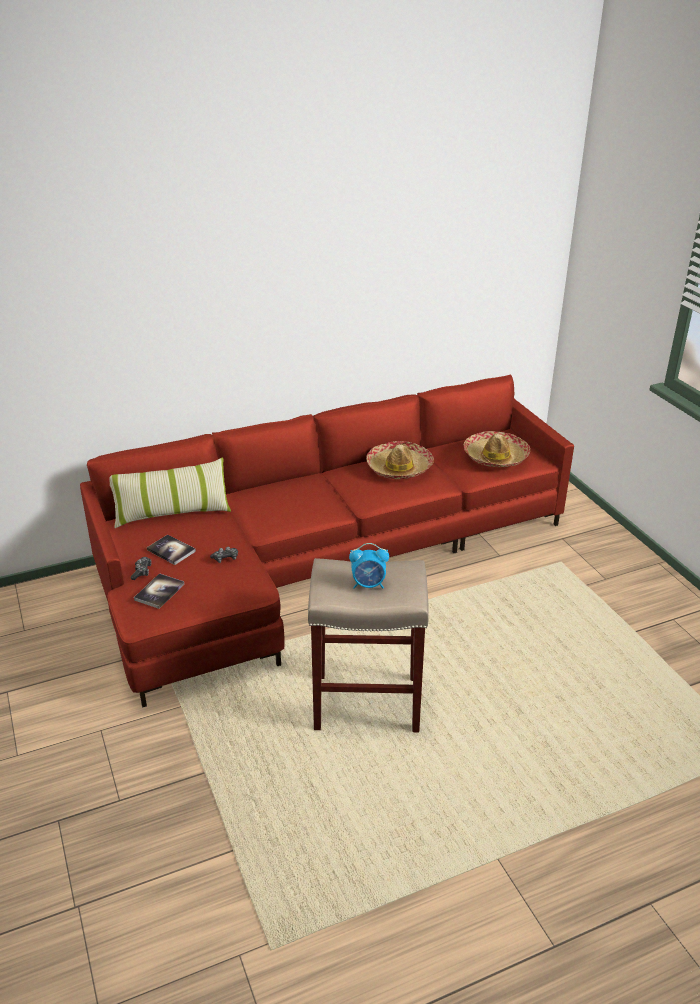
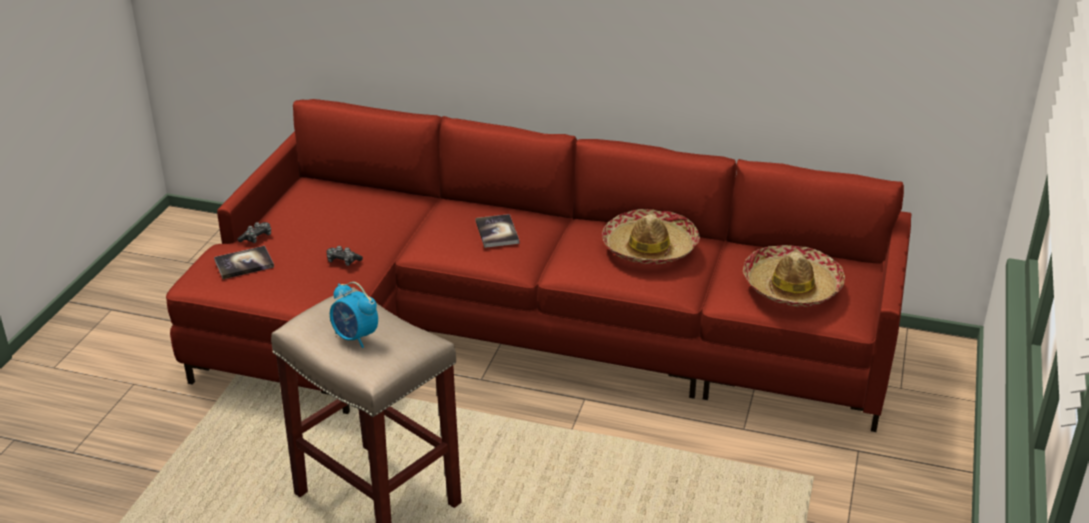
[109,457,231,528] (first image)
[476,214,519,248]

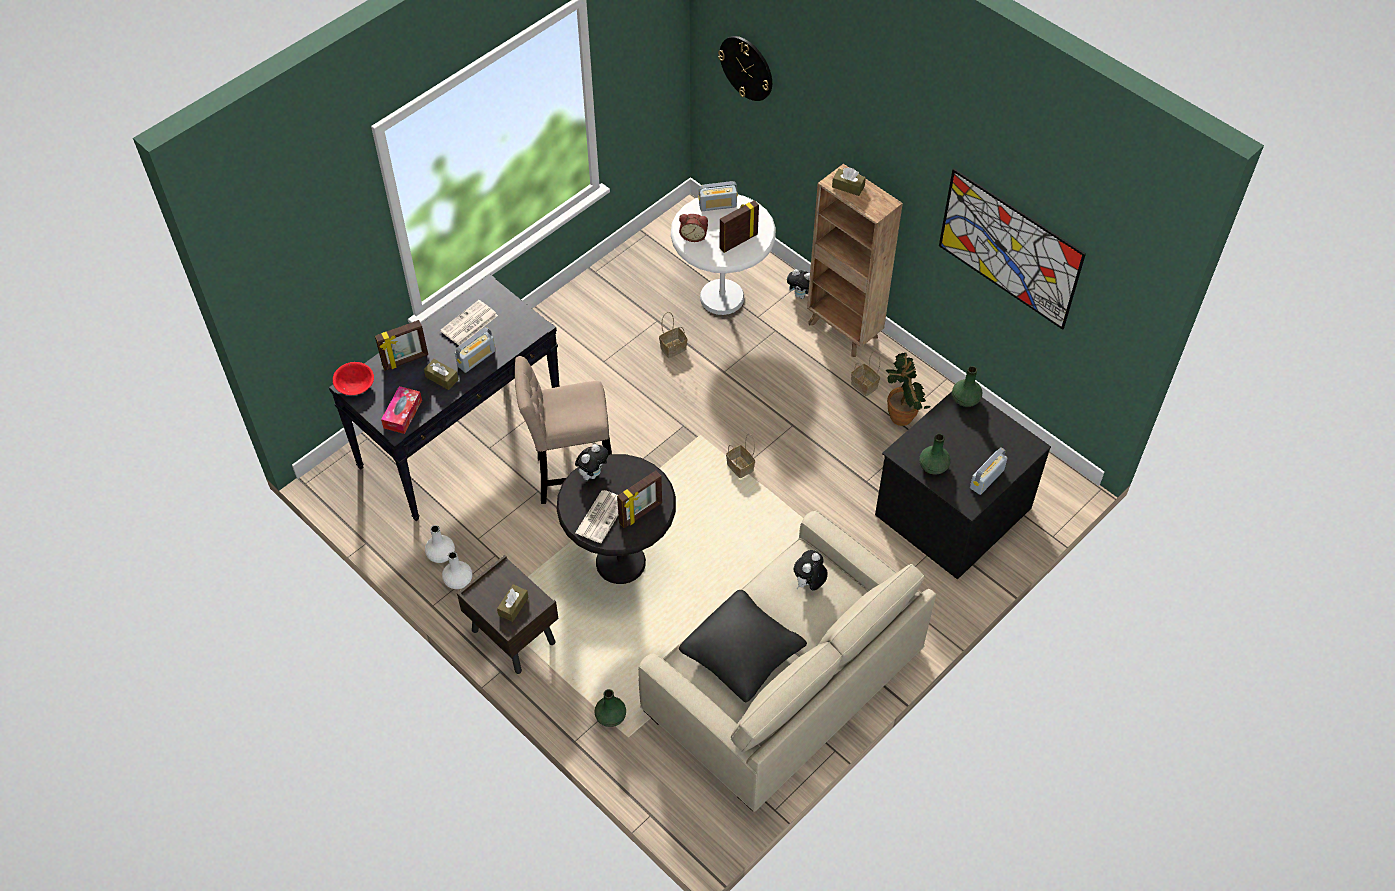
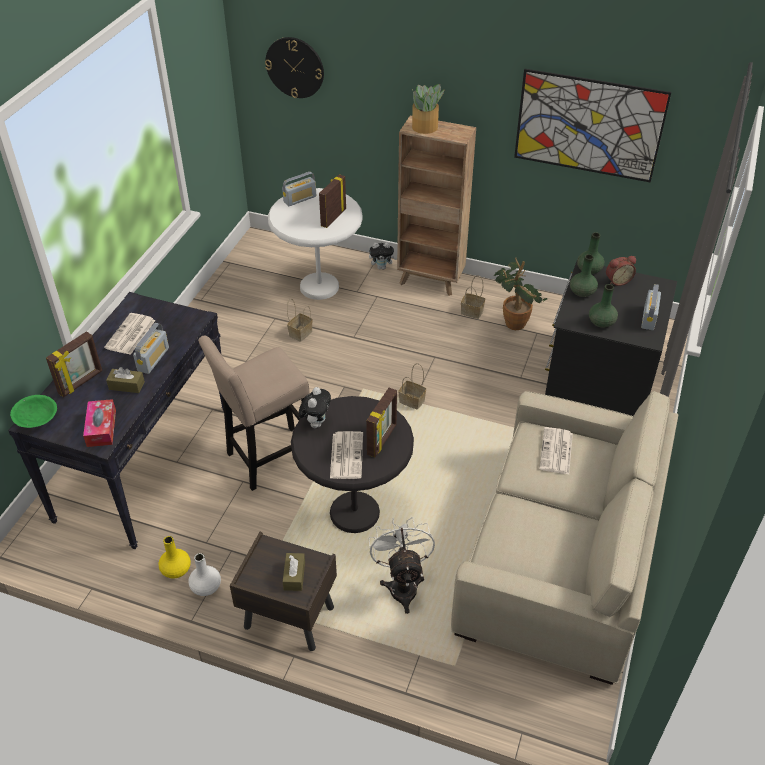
[10,395,57,428]
[158,536,191,579]
[570,254,598,297]
[606,256,636,286]
[679,590,807,703] (first image)
[539,427,573,474]
[412,84,445,134]
[369,517,435,614]

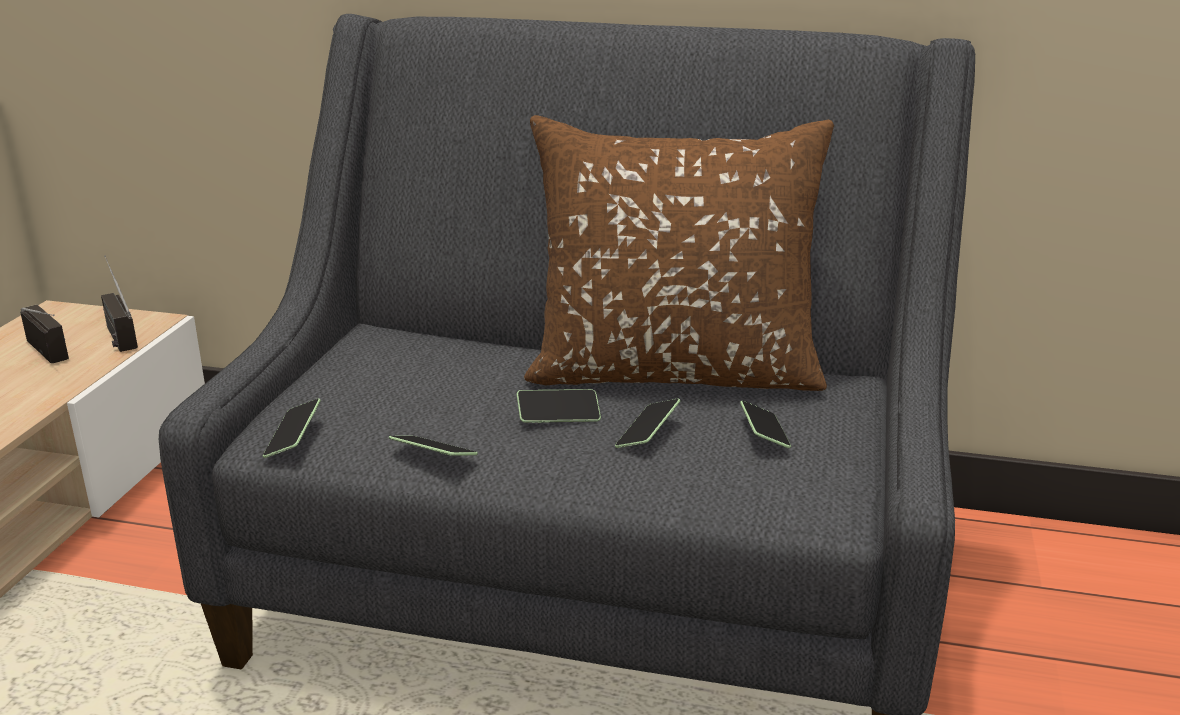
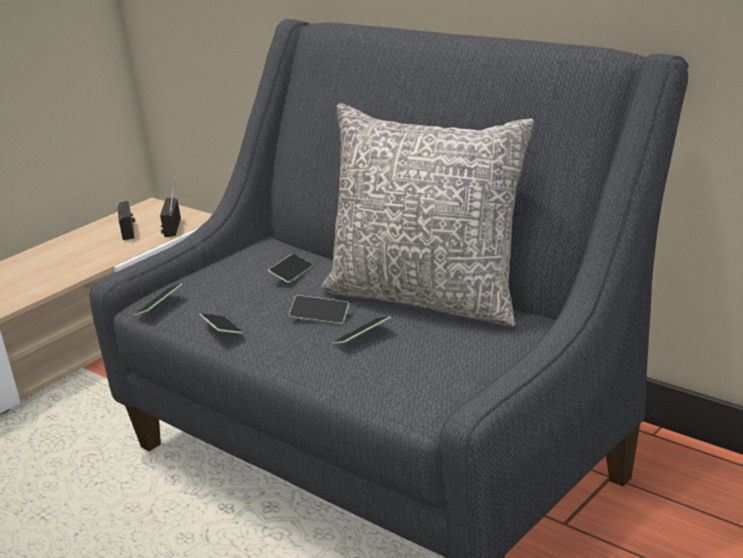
[321,103,535,327]
[268,254,313,283]

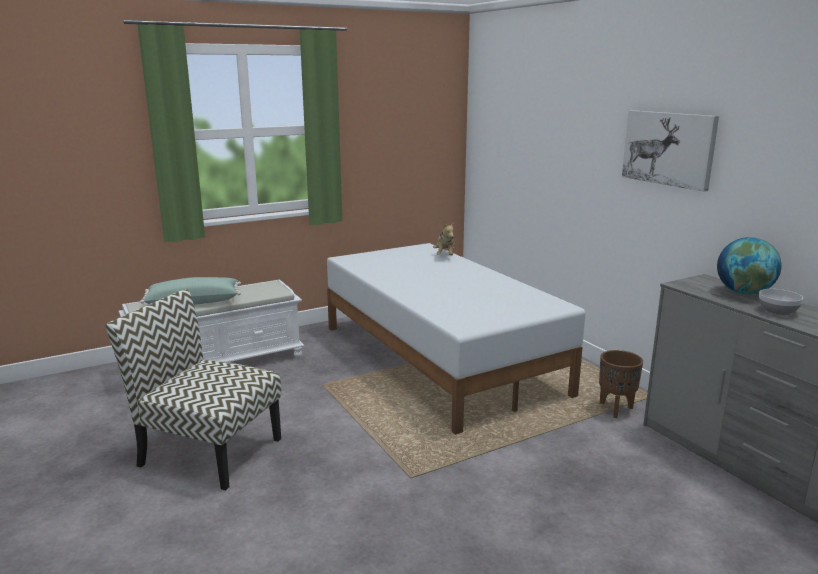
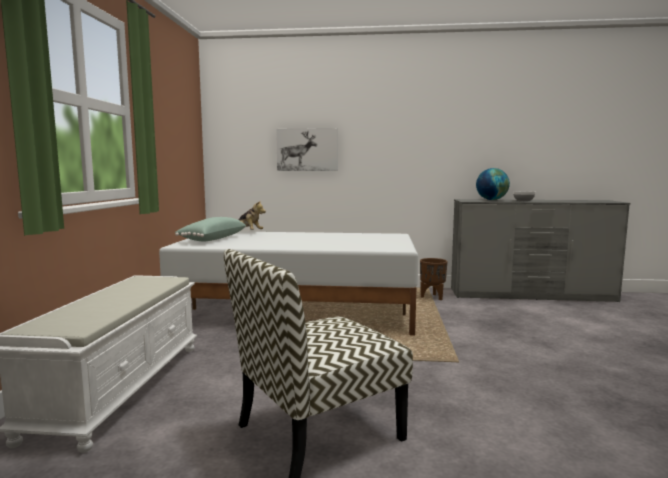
[175,217,246,241]
[276,128,338,171]

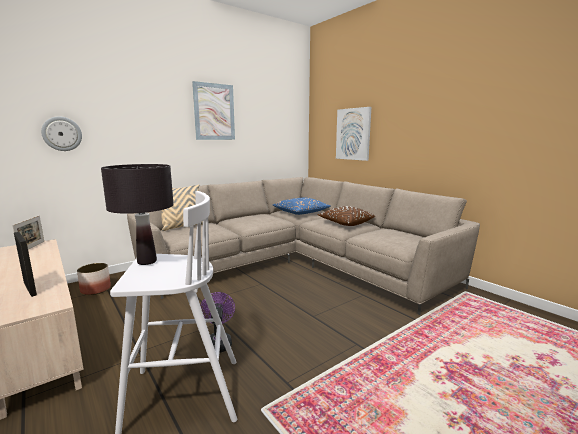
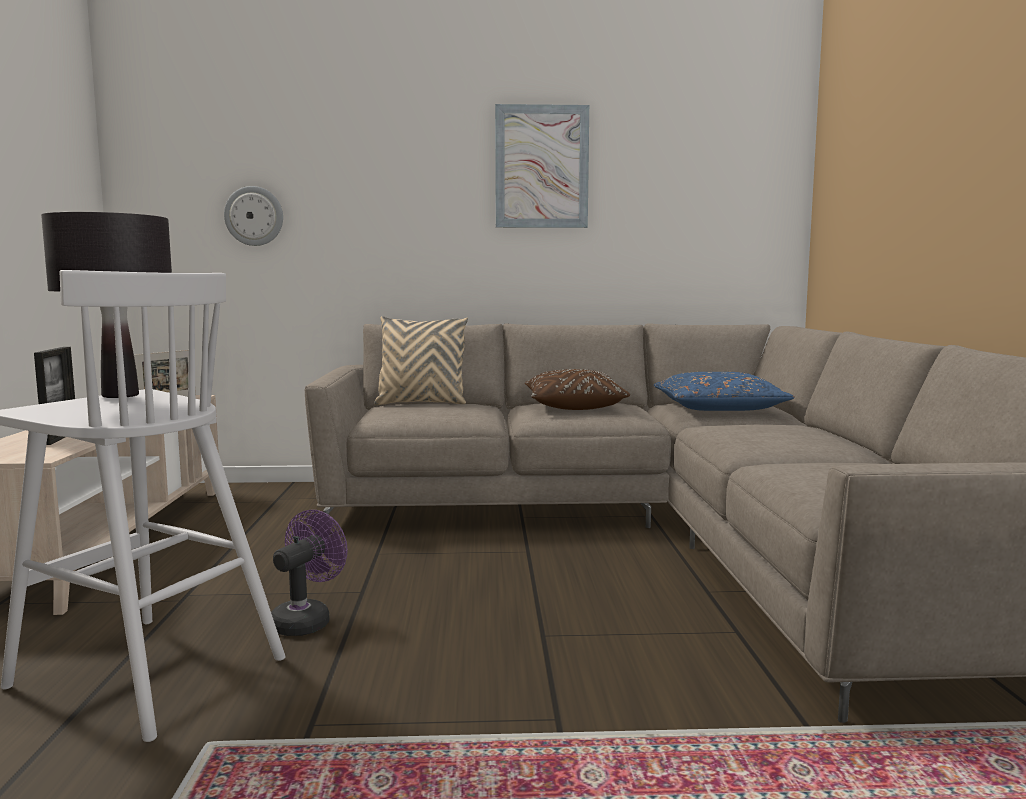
[77,263,111,295] (first image)
[525,369,630,410]
[336,107,371,161] (first image)

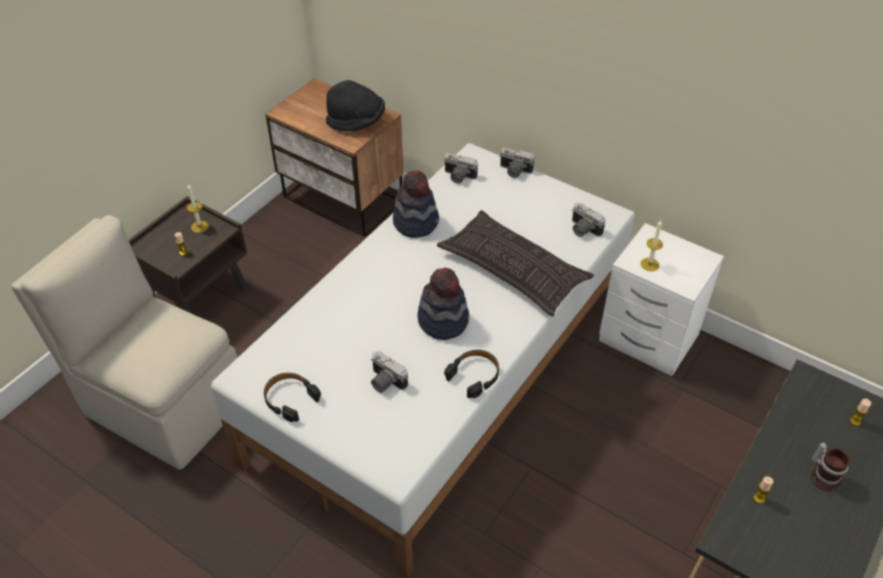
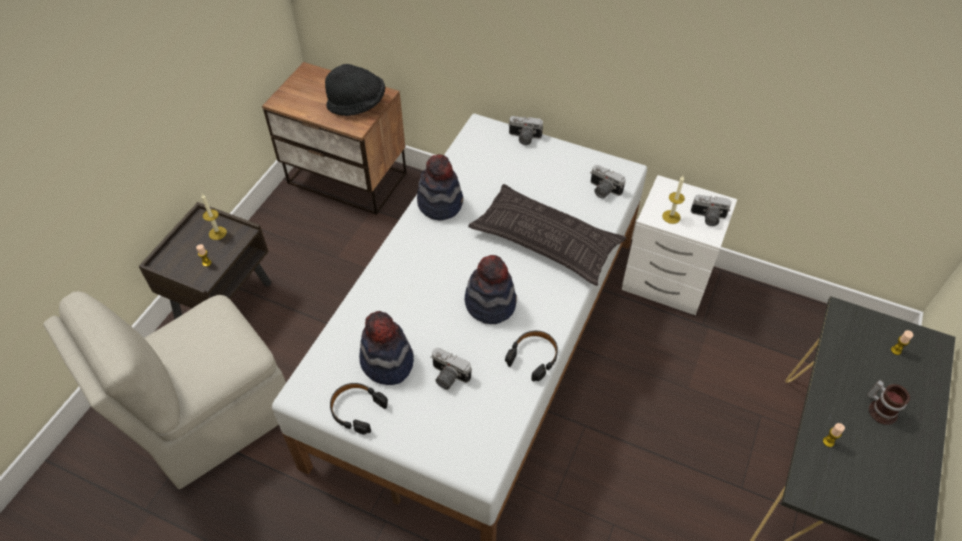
[43,291,286,489]
[691,195,731,226]
[359,311,414,385]

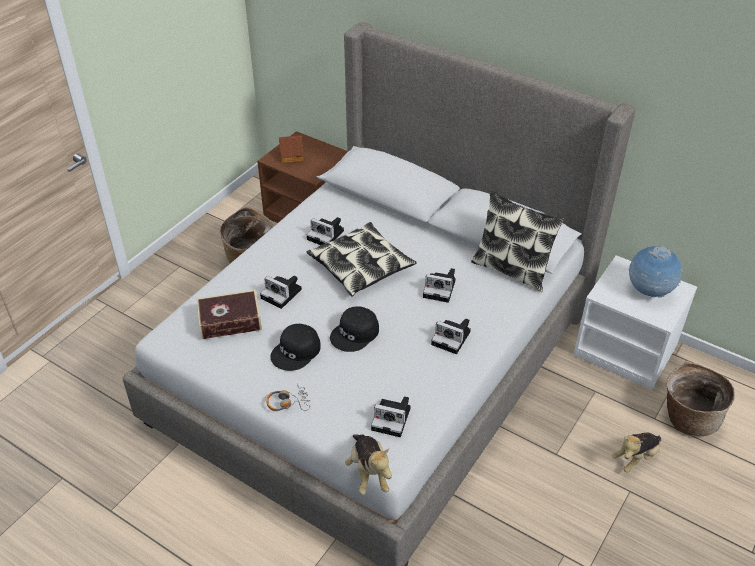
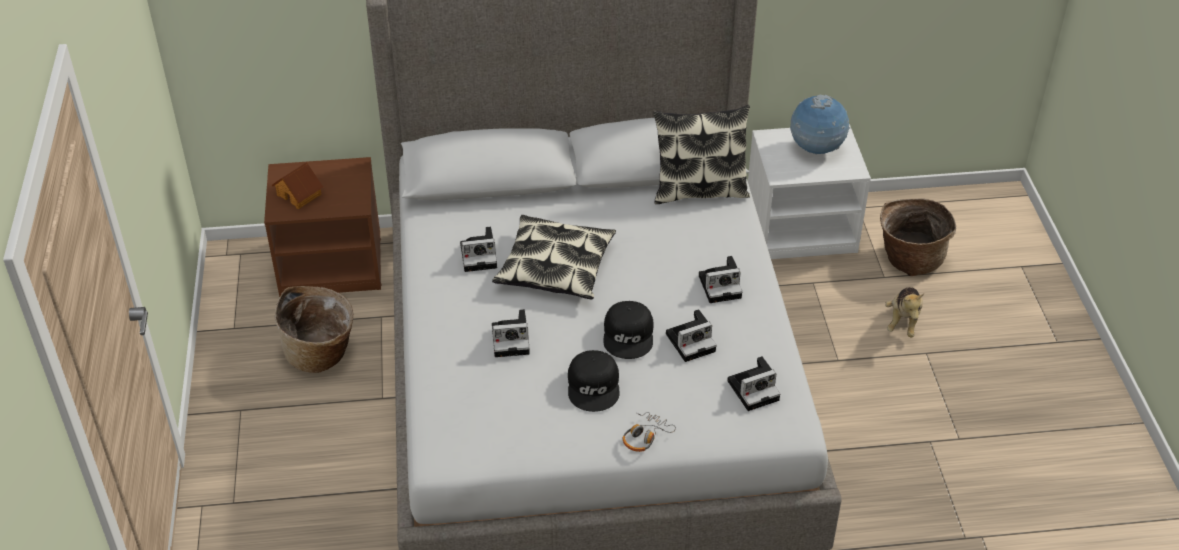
[197,290,262,339] (first image)
[345,434,392,495] (first image)
[666,309,716,362]

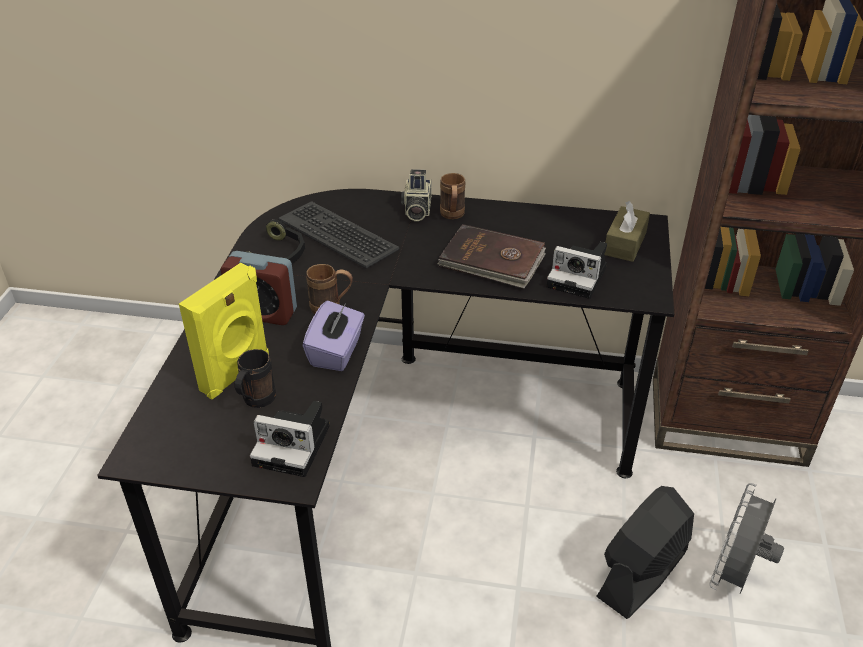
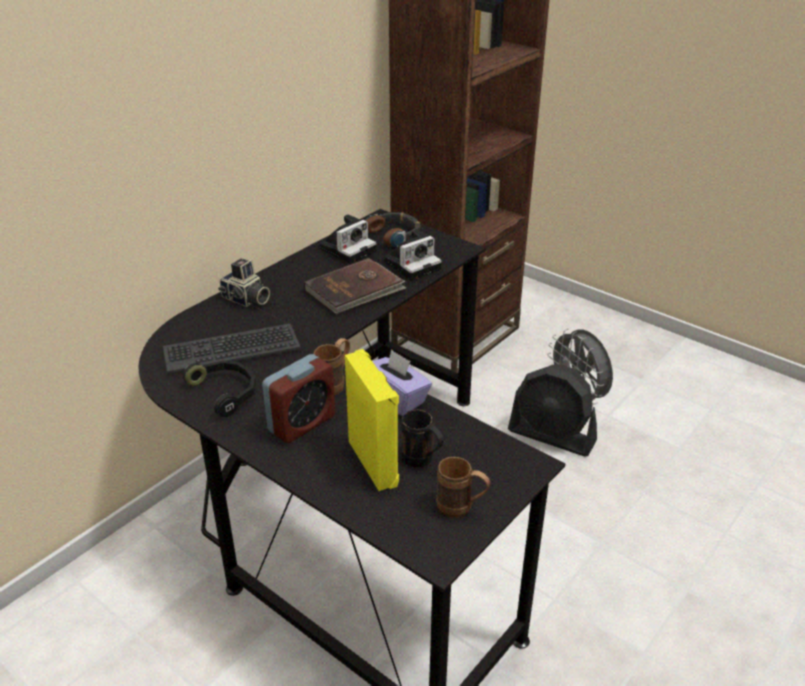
[319,215,376,264]
[436,457,490,518]
[508,364,597,457]
[366,212,420,247]

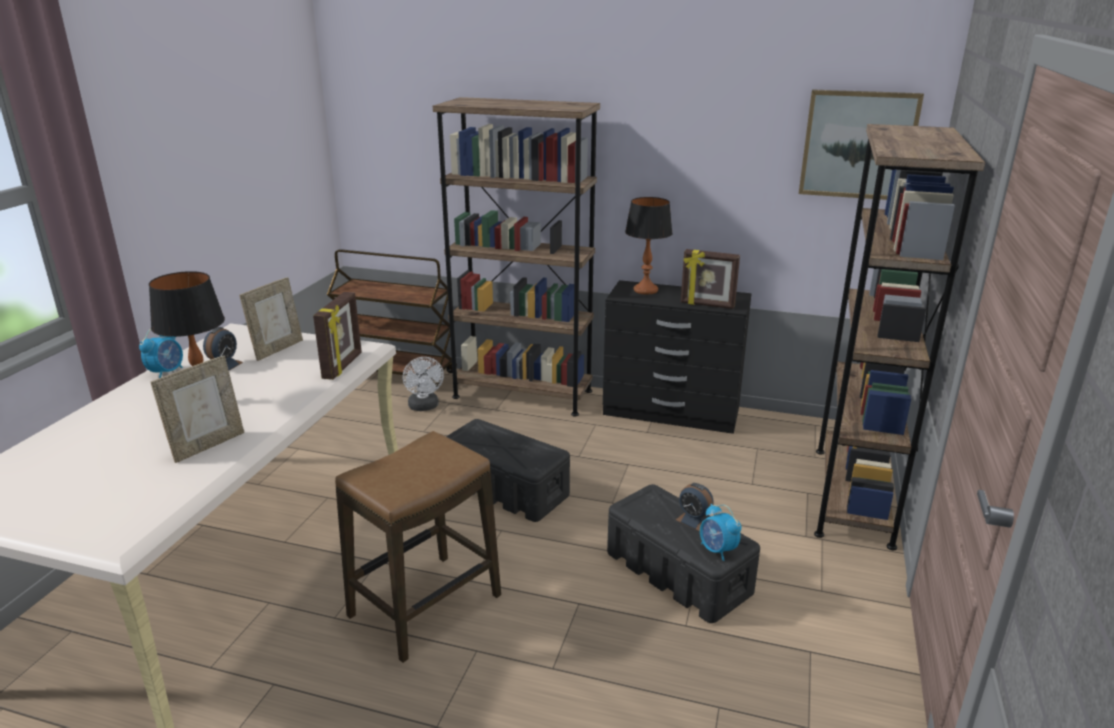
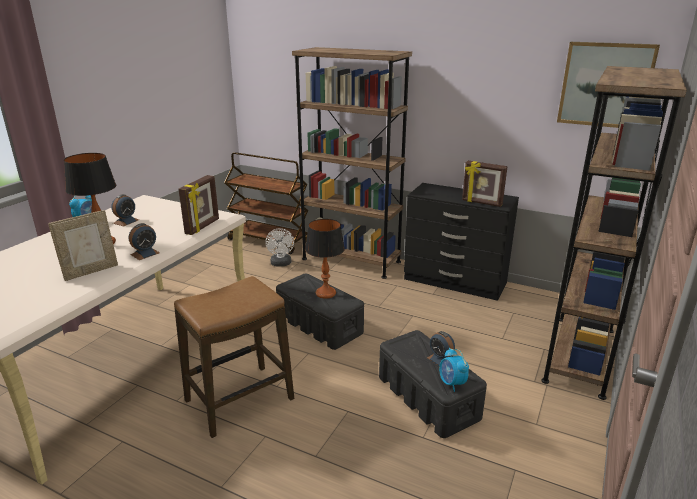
[239,277,303,361] (first image)
[305,219,345,299]
[129,223,160,260]

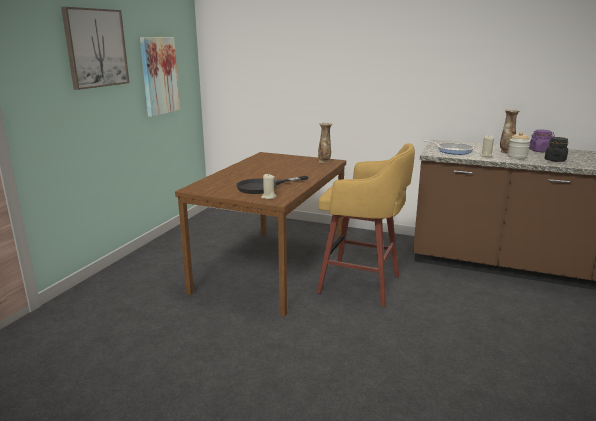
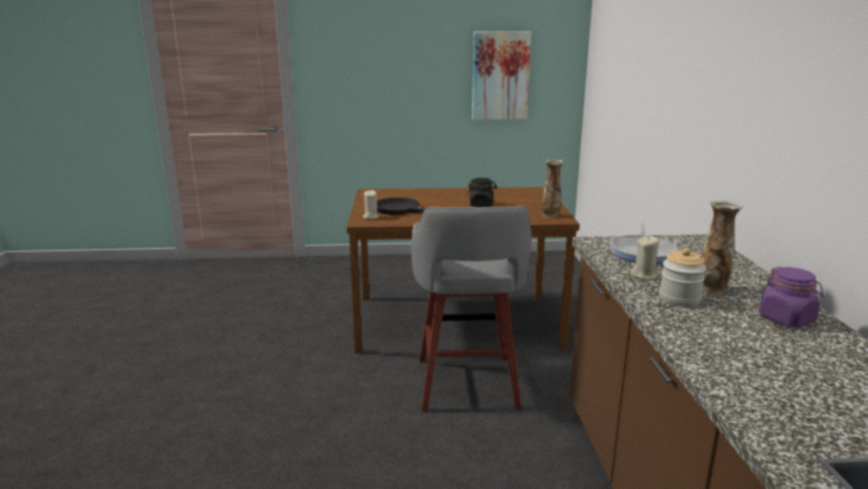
[61,7,129,90] (first image)
[411,206,532,412]
[467,178,497,207]

